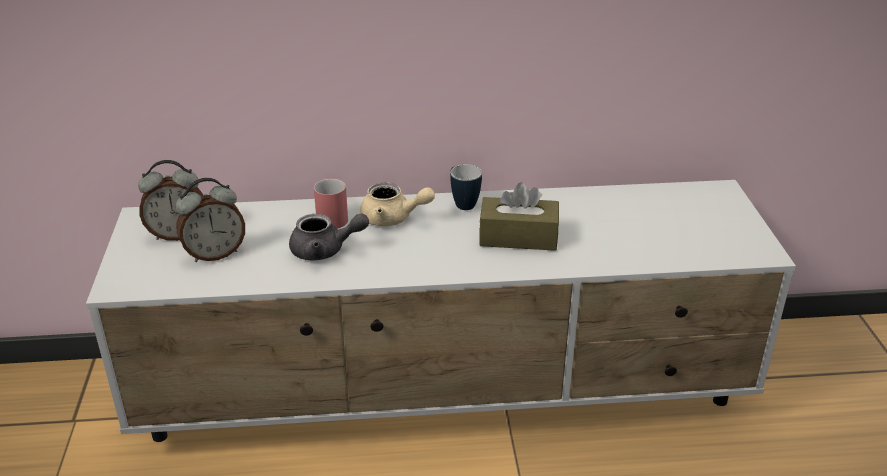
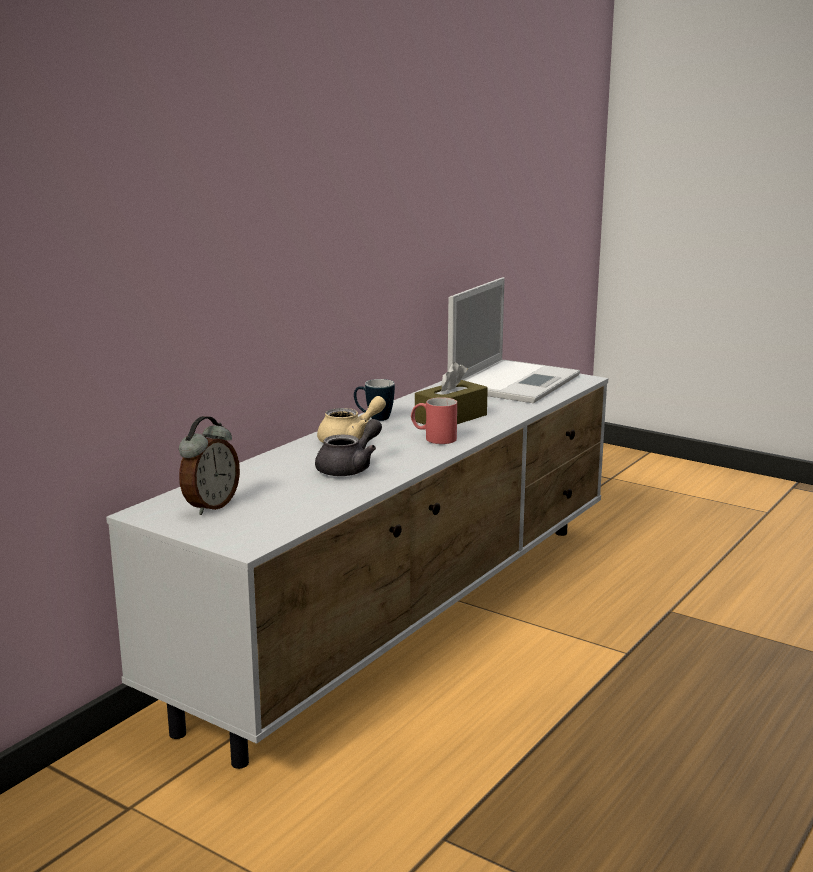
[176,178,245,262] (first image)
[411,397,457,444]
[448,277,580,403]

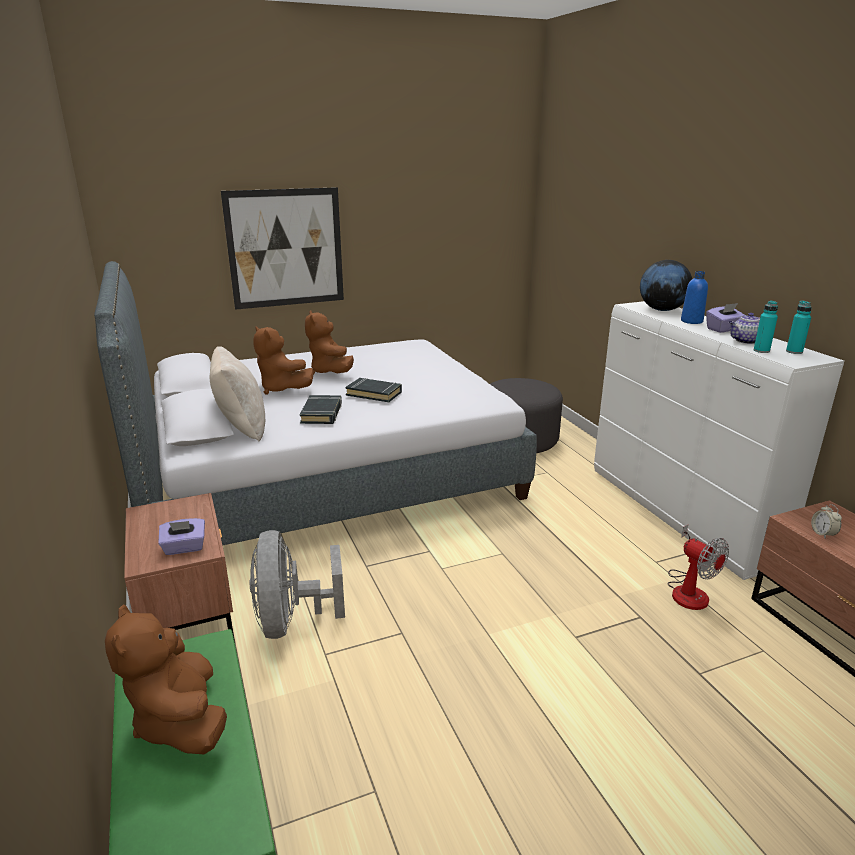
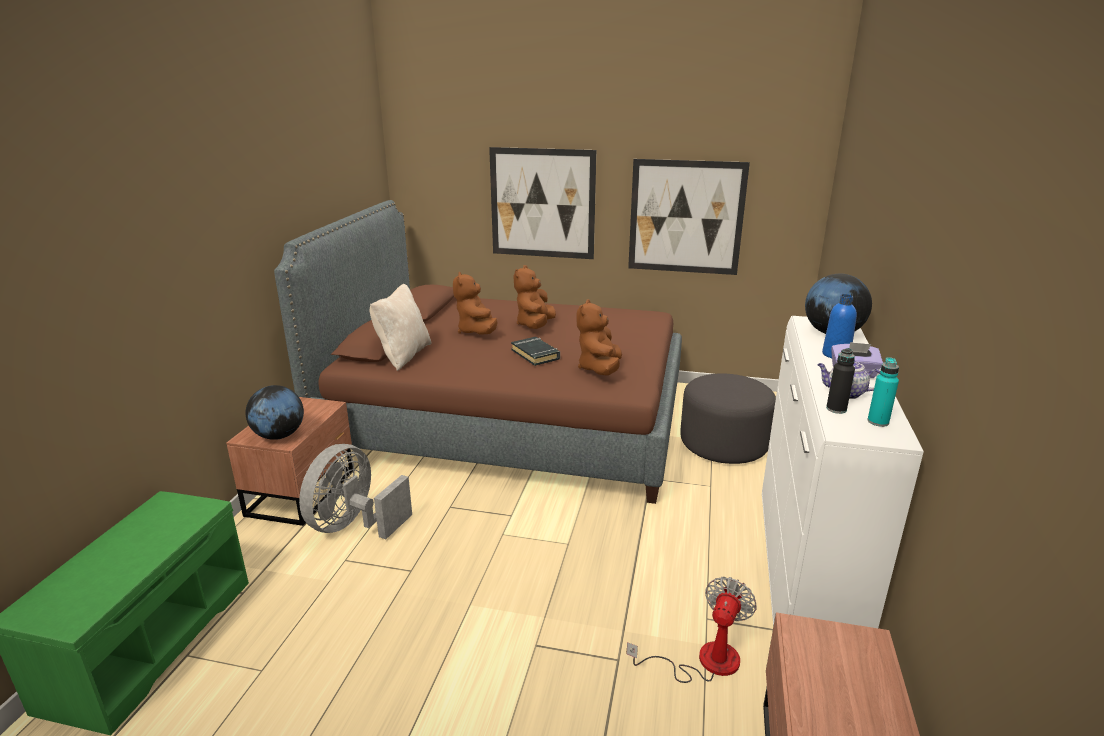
[274,200,682,504]
[576,299,622,375]
[245,385,304,440]
[300,395,342,424] (first image)
[627,577,757,683]
[826,348,855,414]
[811,504,842,538] (first image)
[628,159,750,275]

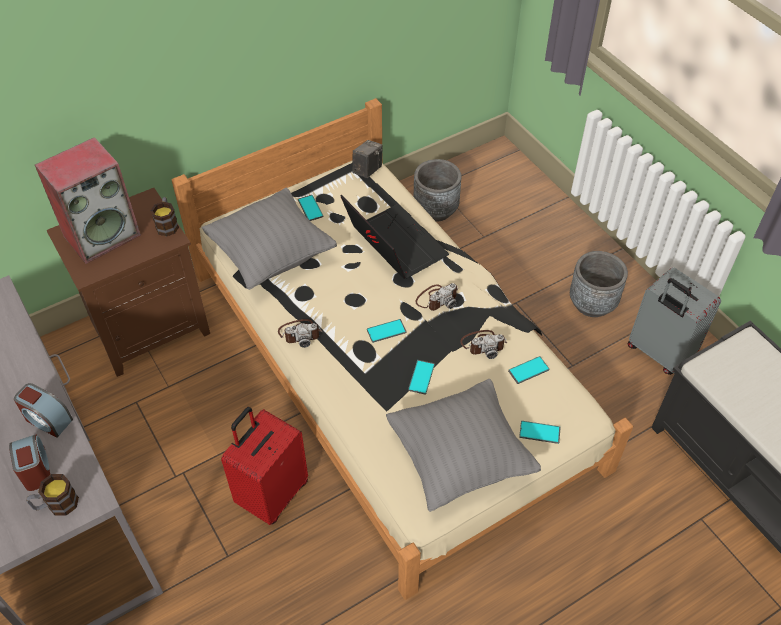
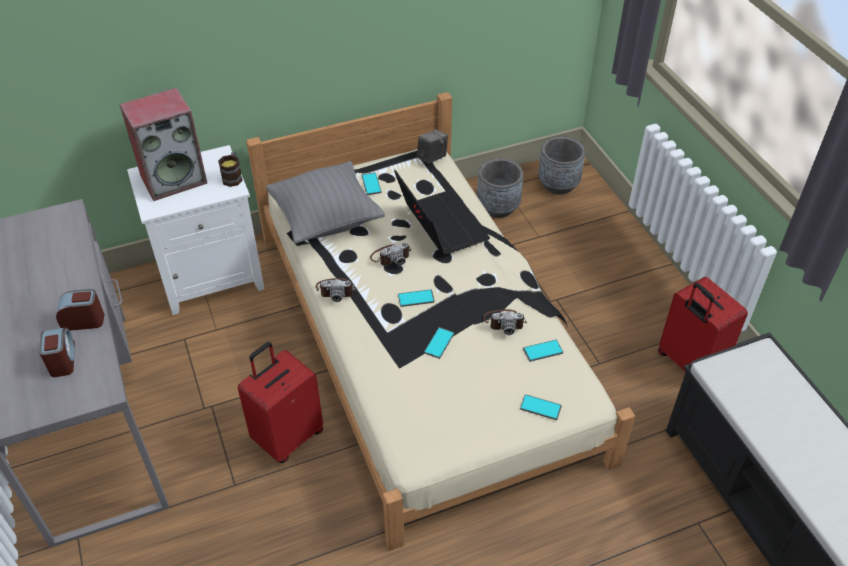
[56,289,104,331]
[27,474,79,516] (first image)
[127,145,265,315]
[386,379,541,512] (first image)
[370,242,411,266]
[538,136,585,195]
[658,277,748,372]

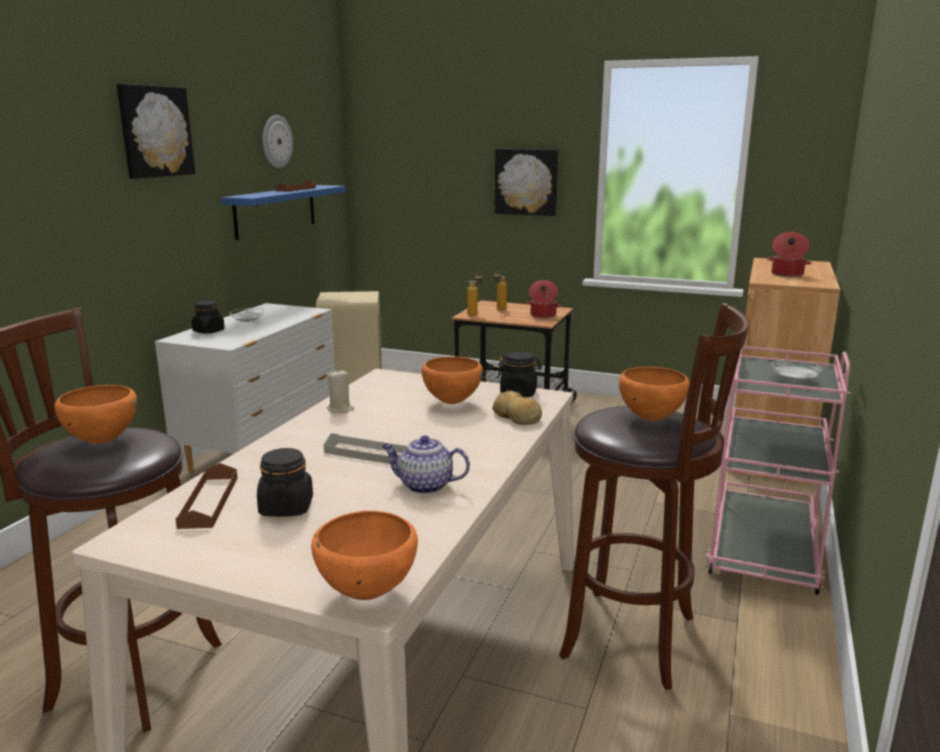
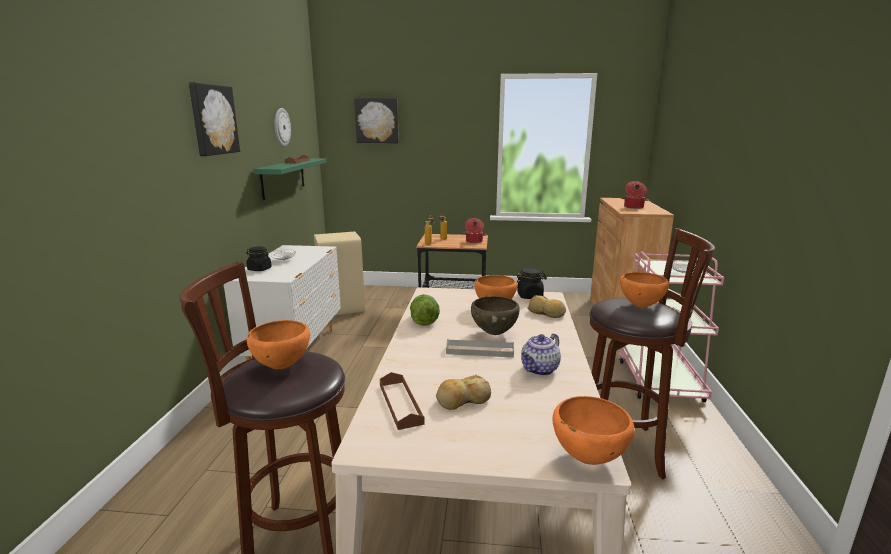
[253,158,327,200]
[436,374,491,410]
[410,294,440,326]
[521,333,561,376]
[354,98,399,143]
[471,296,520,335]

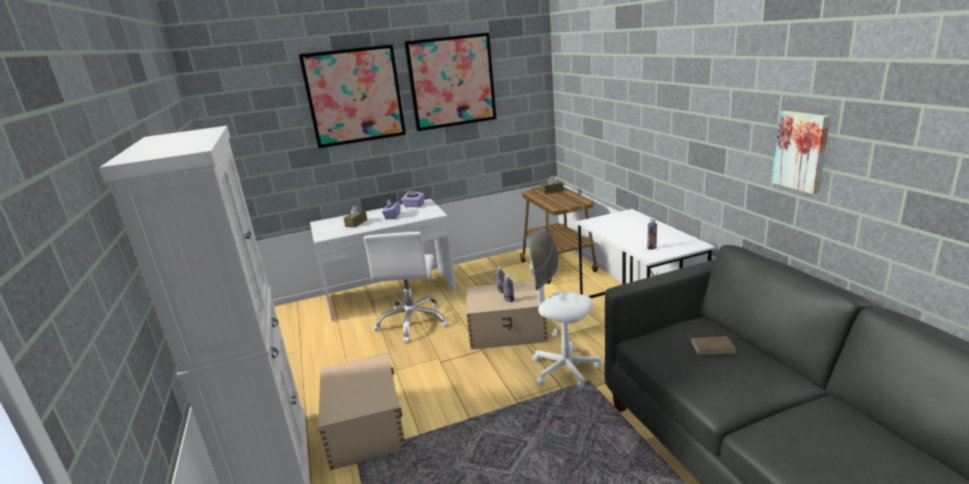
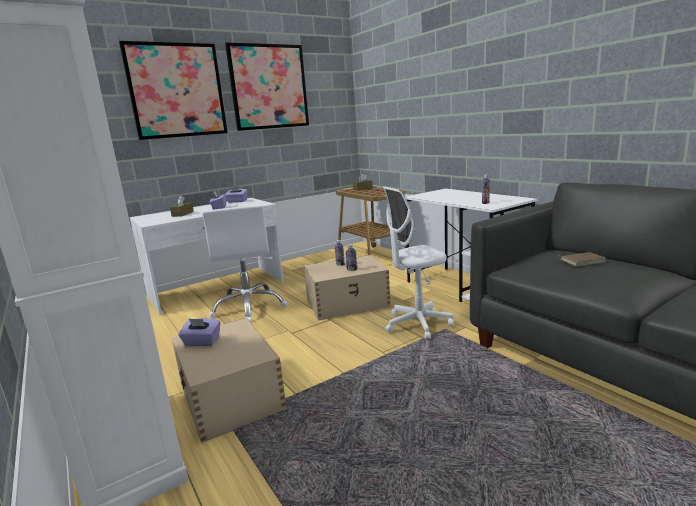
[383,186,454,340]
[772,111,830,194] (first image)
[178,318,220,346]

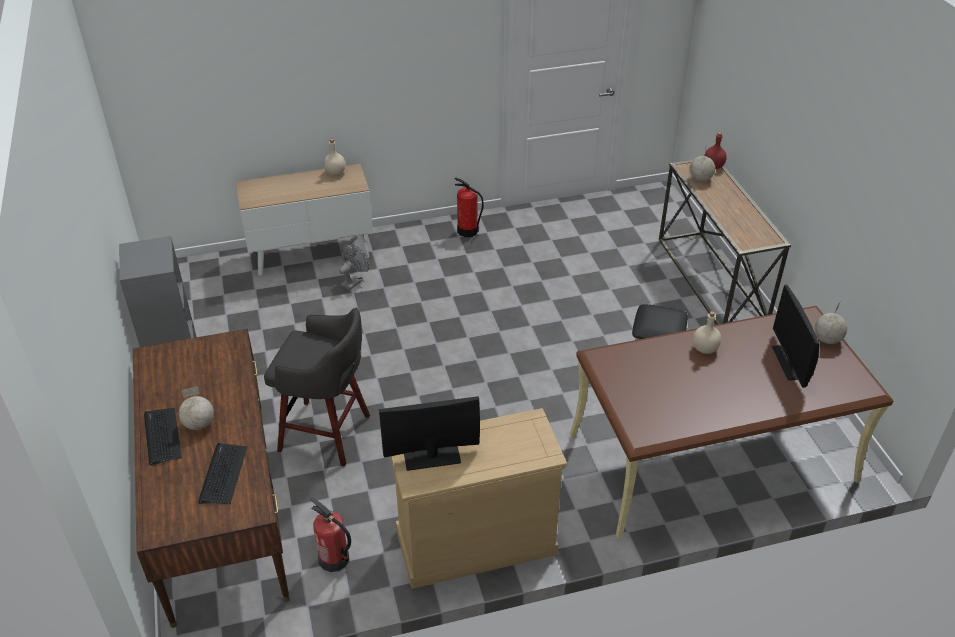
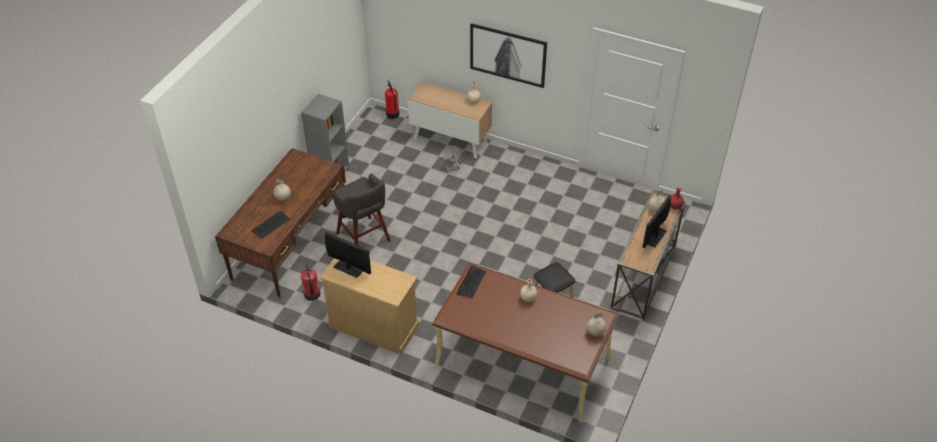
[457,266,486,299]
[385,80,399,119]
[642,196,671,248]
[470,23,547,88]

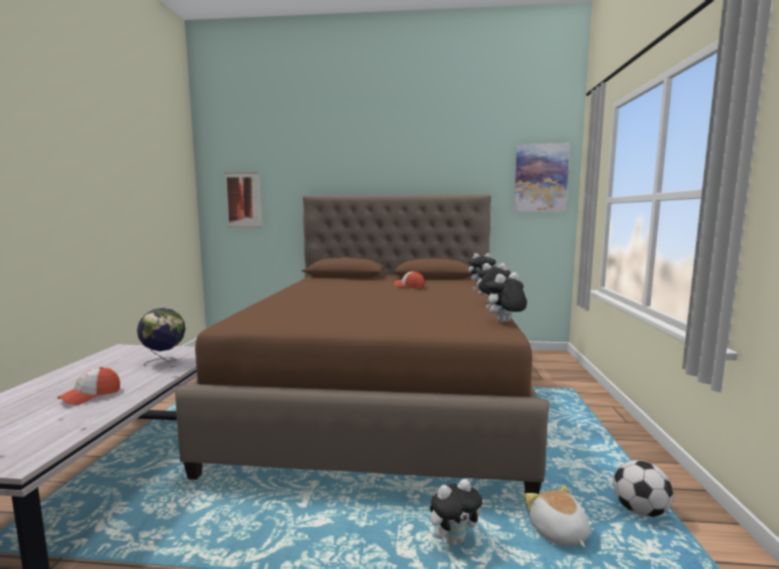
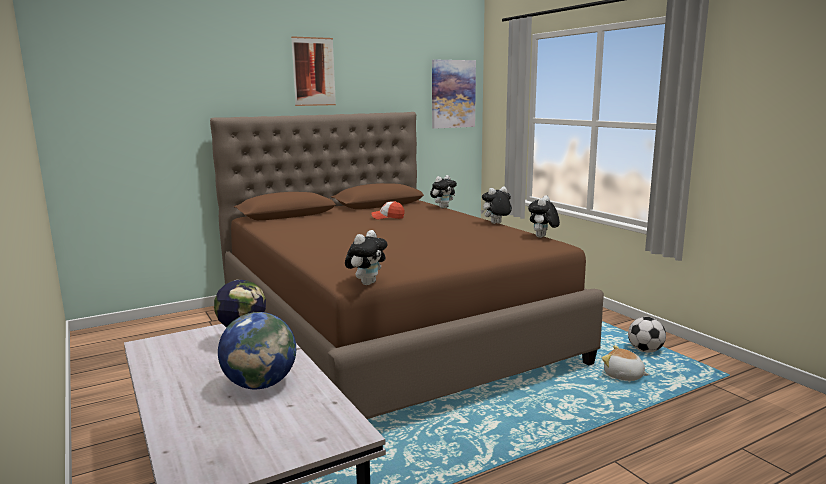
[218,312,296,389]
[291,36,336,106]
[345,230,388,285]

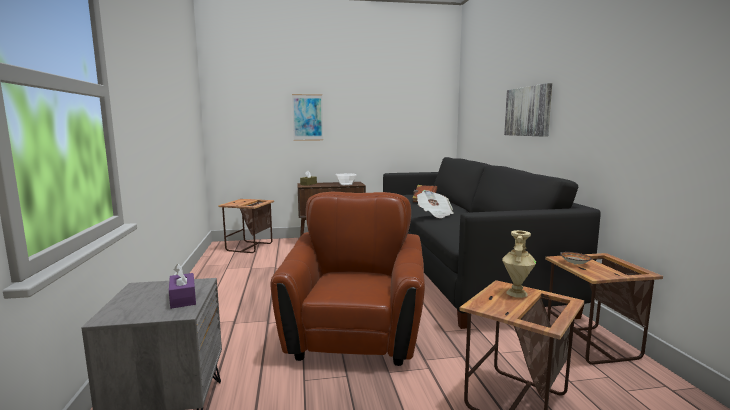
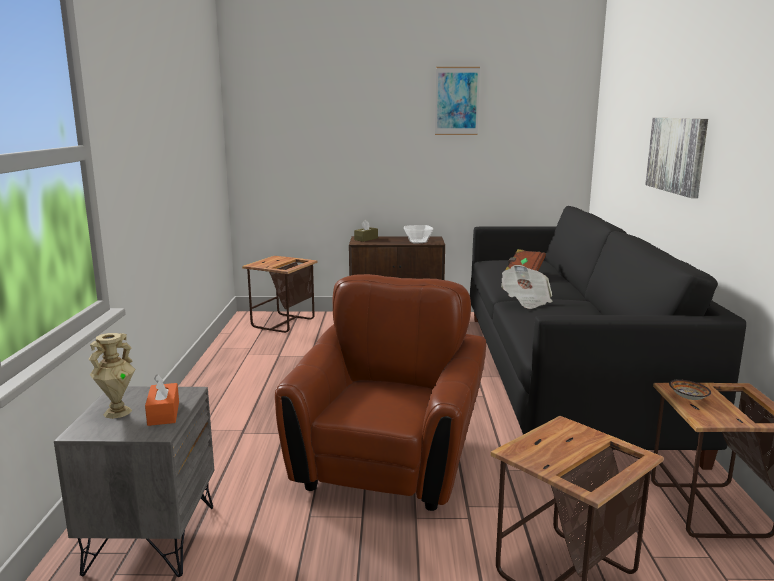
[145,374,179,426]
[435,67,480,135]
[89,333,135,419]

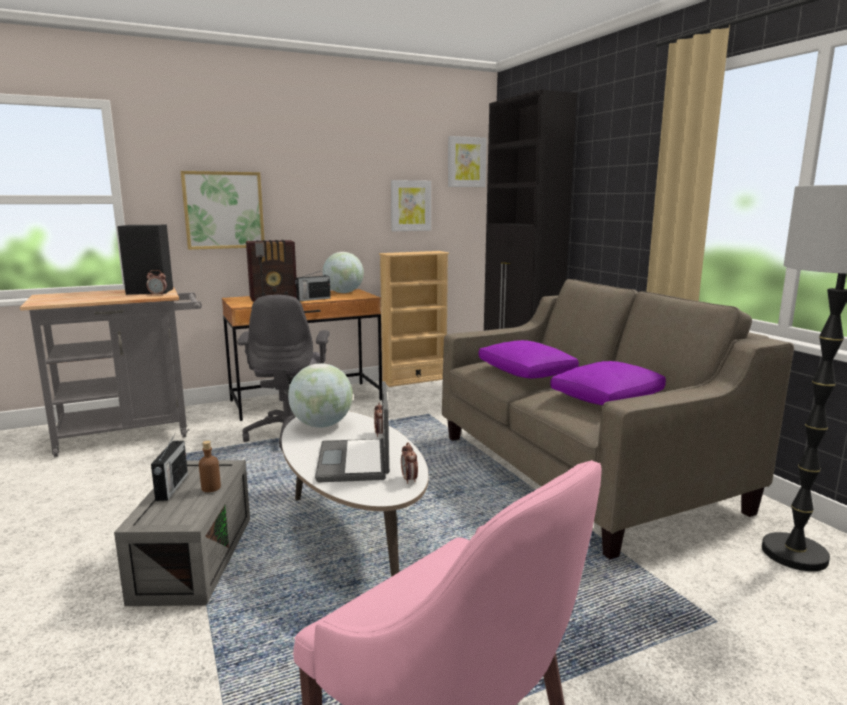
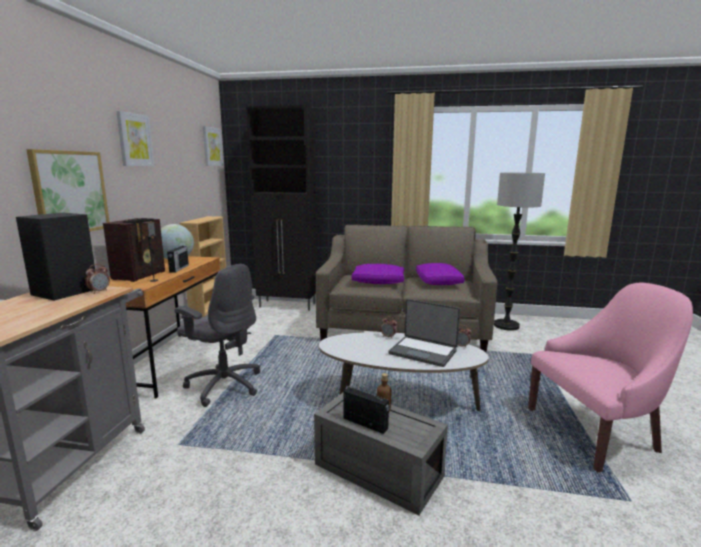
[288,363,353,428] (first image)
[116,111,154,166]

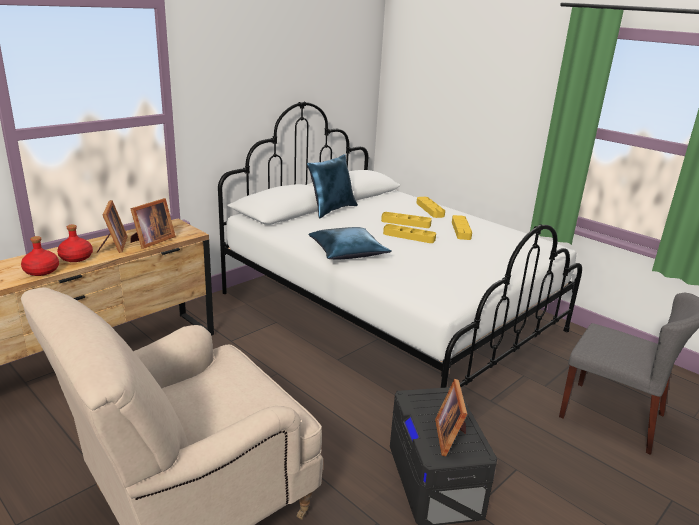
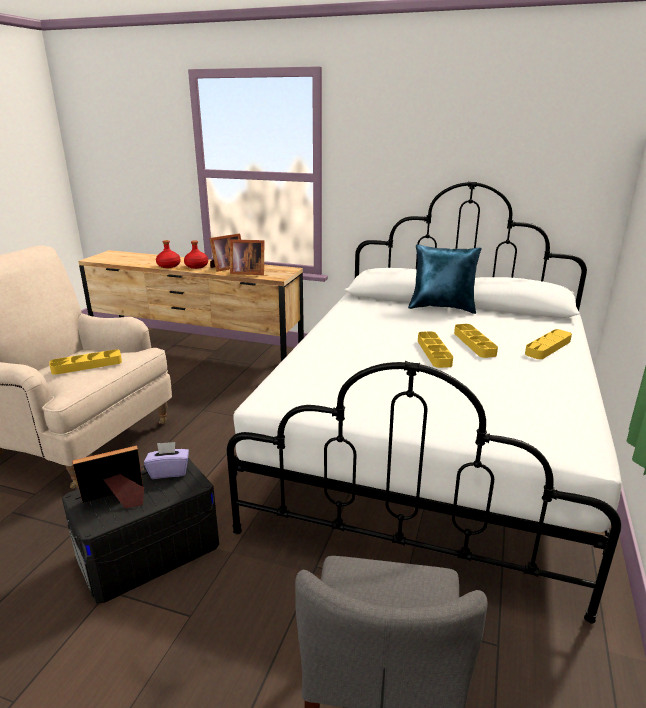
[309,227,392,260] (first image)
[50,349,122,375]
[144,442,189,479]

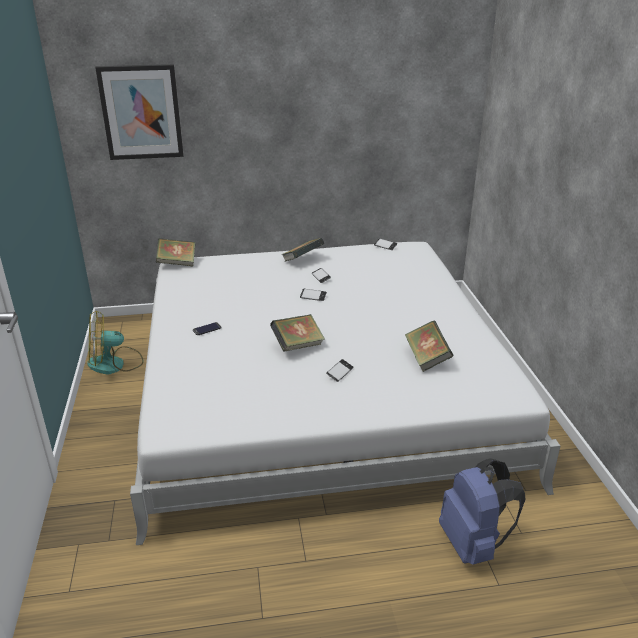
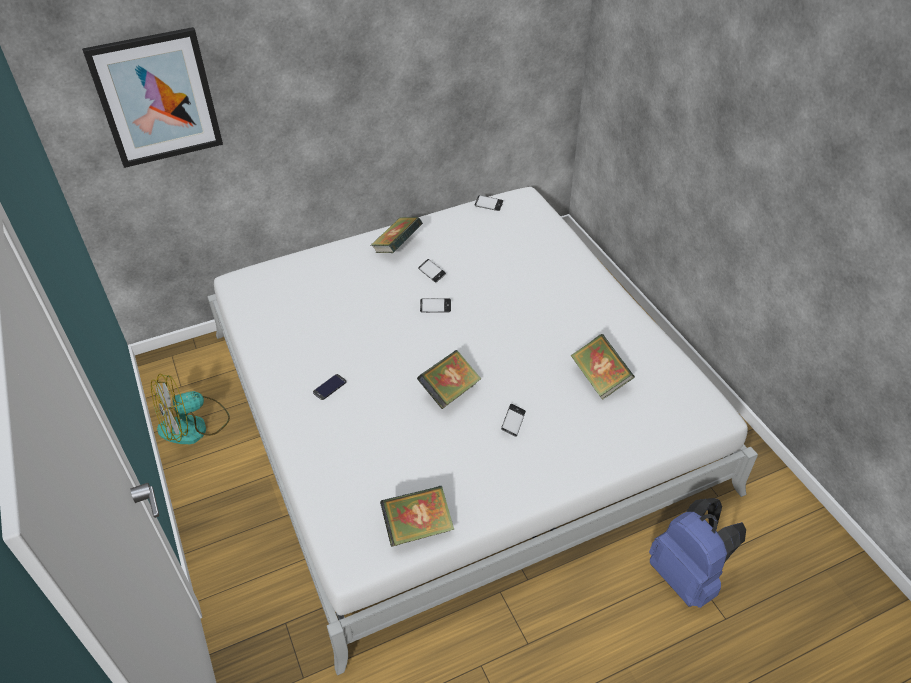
[380,486,454,547]

